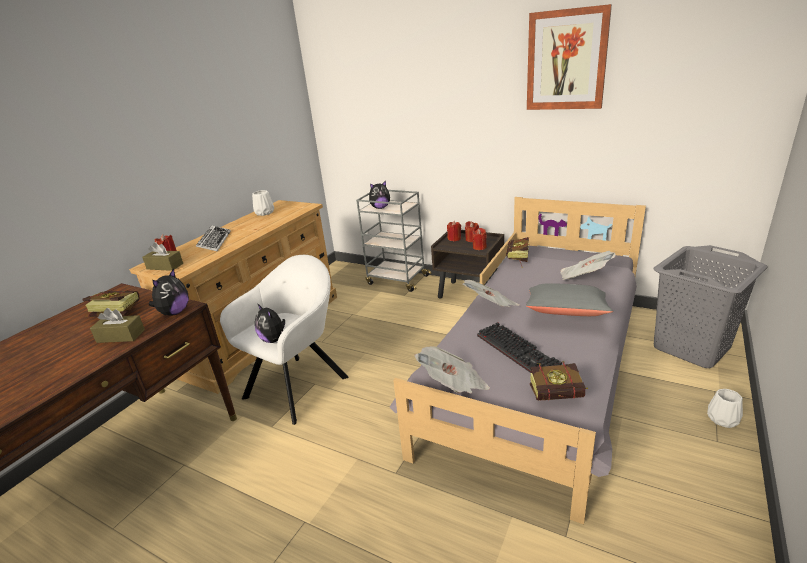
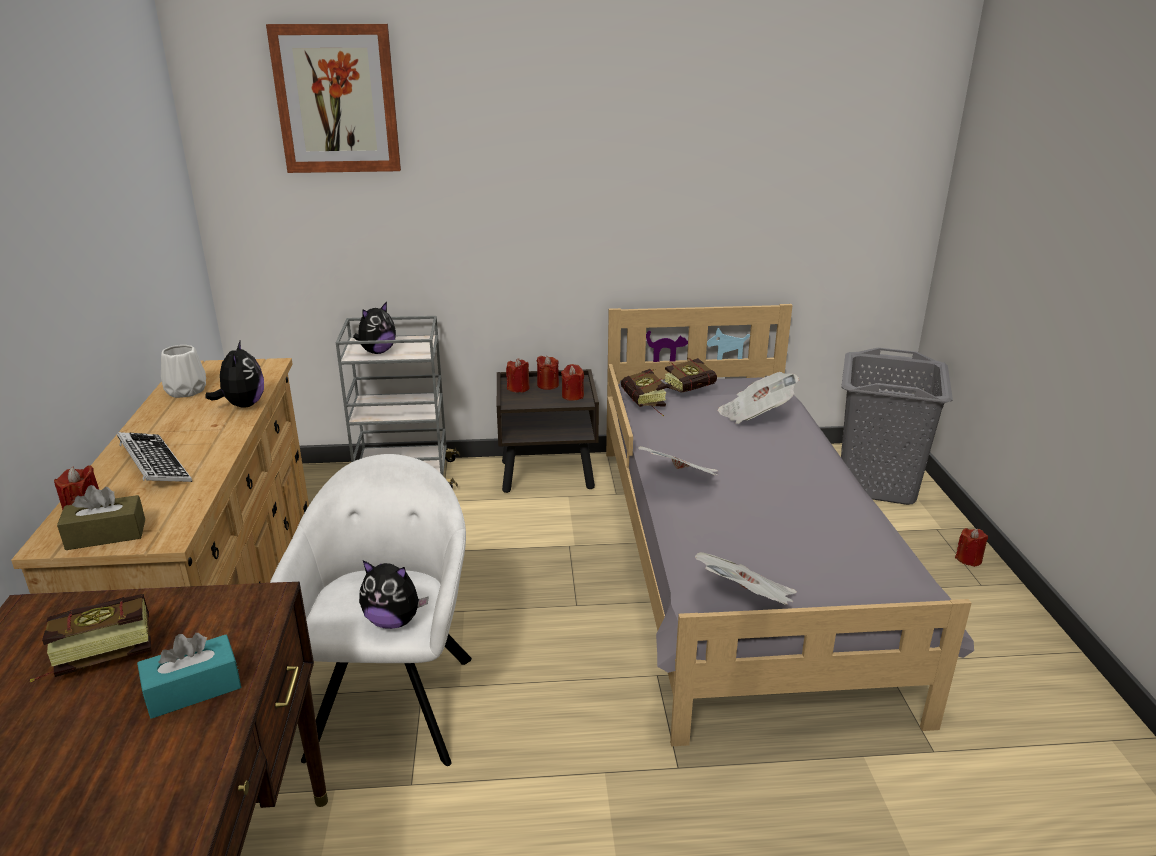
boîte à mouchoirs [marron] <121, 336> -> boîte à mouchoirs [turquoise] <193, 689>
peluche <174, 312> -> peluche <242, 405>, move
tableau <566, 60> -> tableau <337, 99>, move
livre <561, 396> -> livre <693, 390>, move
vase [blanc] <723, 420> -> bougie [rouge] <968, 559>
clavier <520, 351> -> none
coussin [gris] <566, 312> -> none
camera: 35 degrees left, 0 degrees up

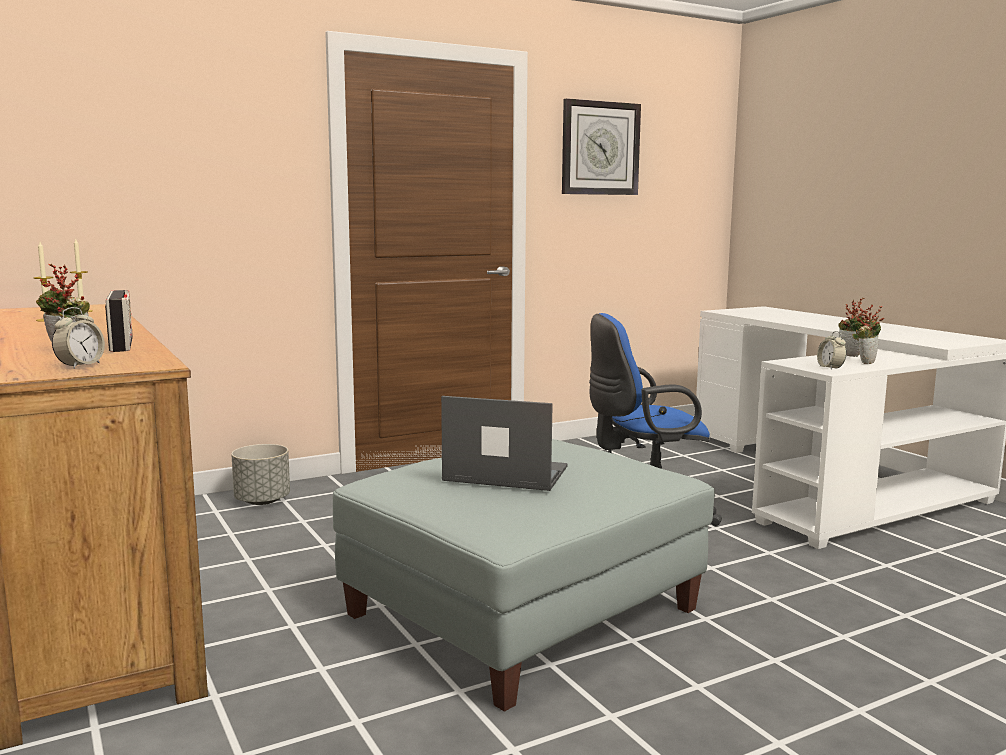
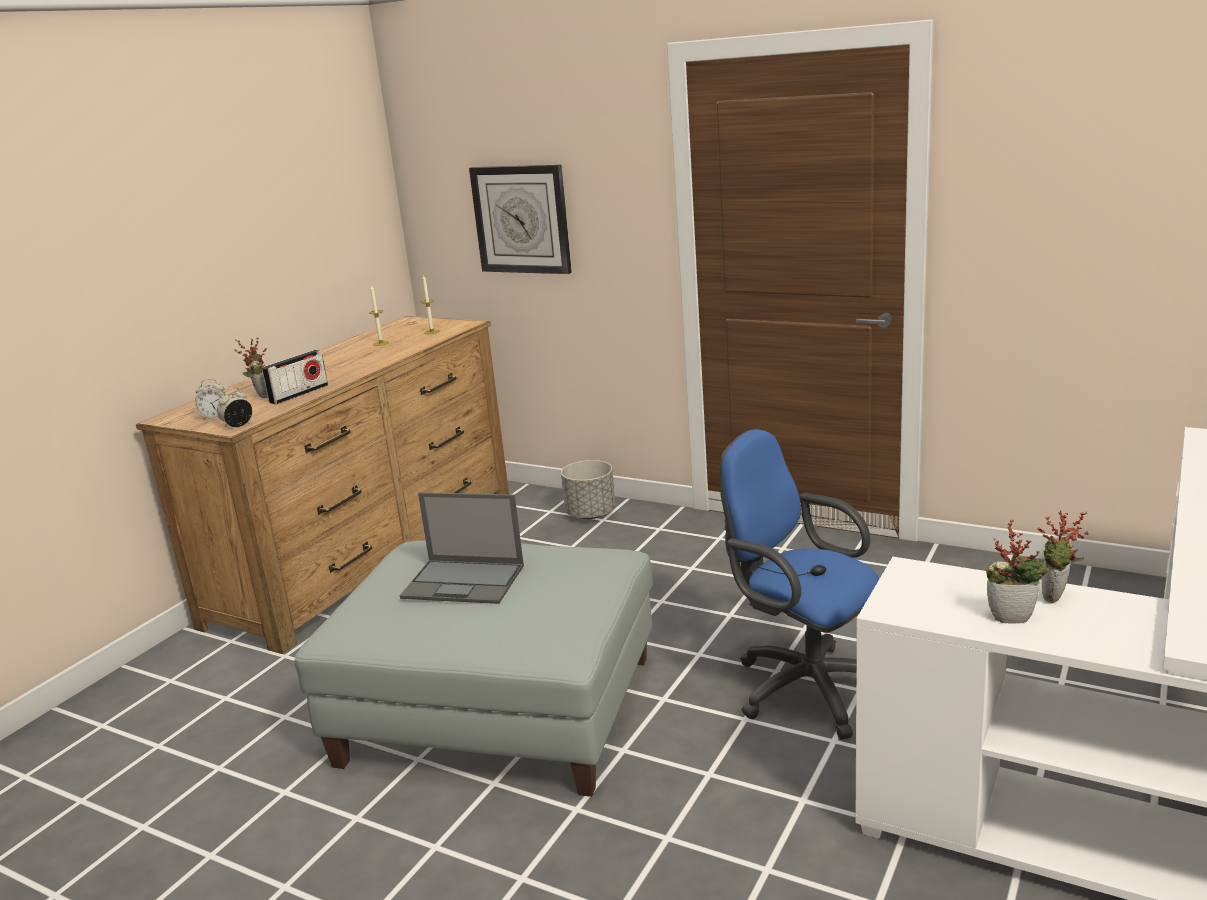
réveil <830, 368> -> réveil <238, 425>, move
ordinateur portable <504, 473> -> ordinateur portable <465, 581>, 120 degrees clockwise
horloge murale <600, 148> -> horloge murale <521, 219>, move
camera: 60 degrees right, 10 degrees up

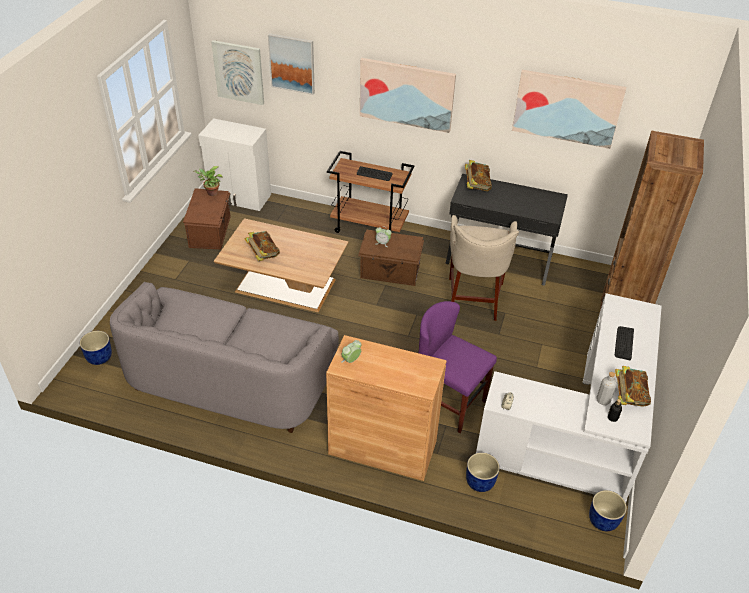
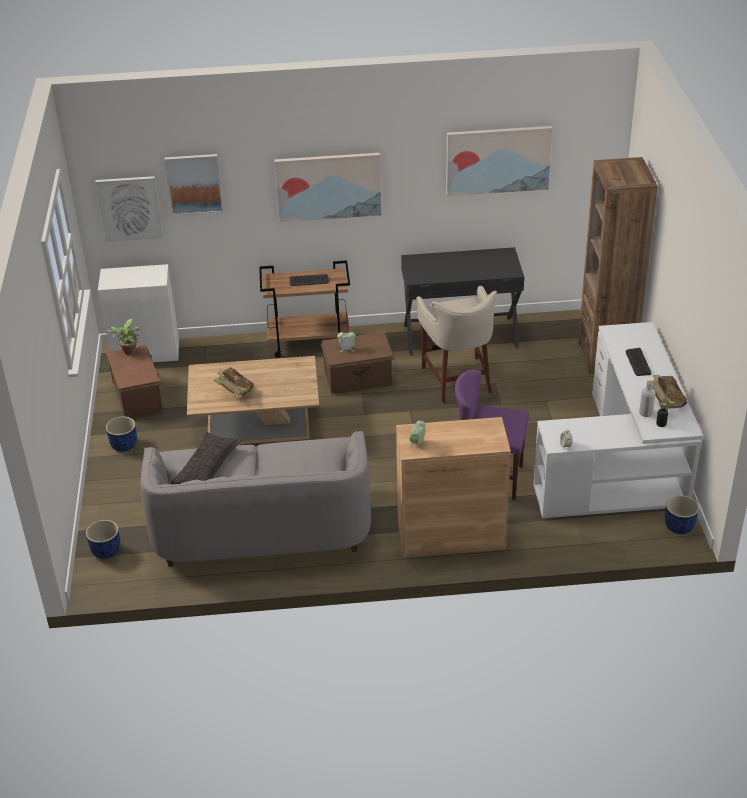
cache-pot [bleu] <479, 481> -> cache-pot [bleu] <124, 445>, move
none -> coussin <207, 466>
livre <476, 186> -> none
camera: 20 degrees left, 5 degrees down

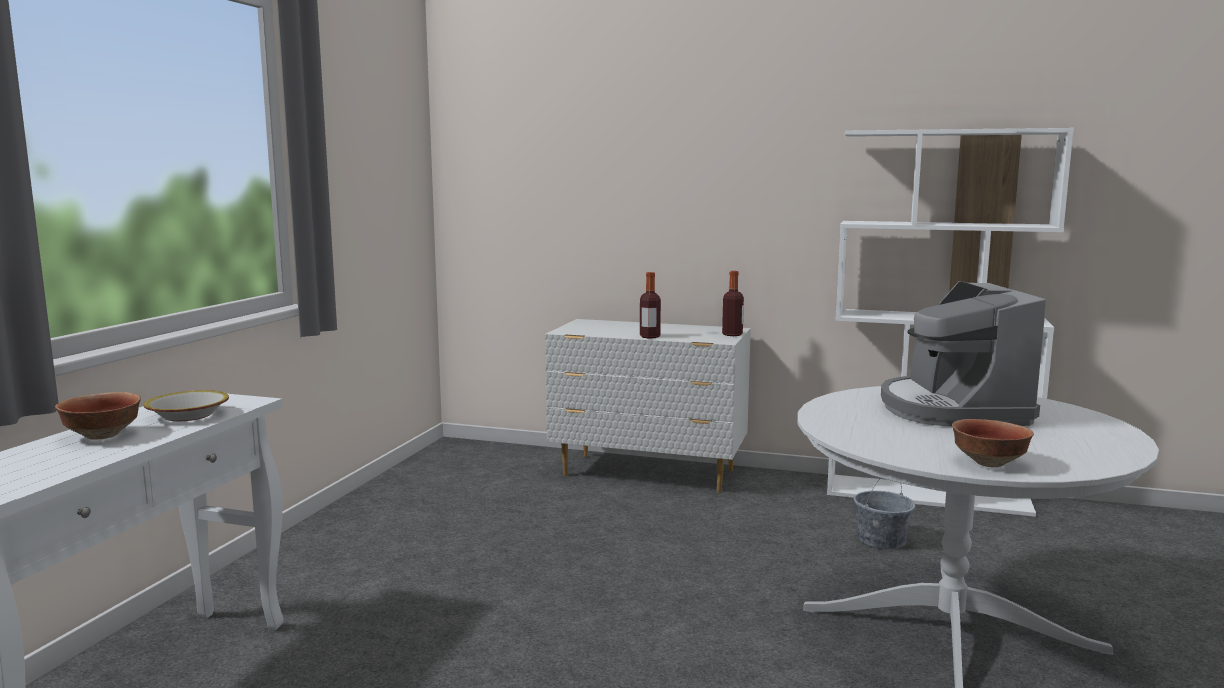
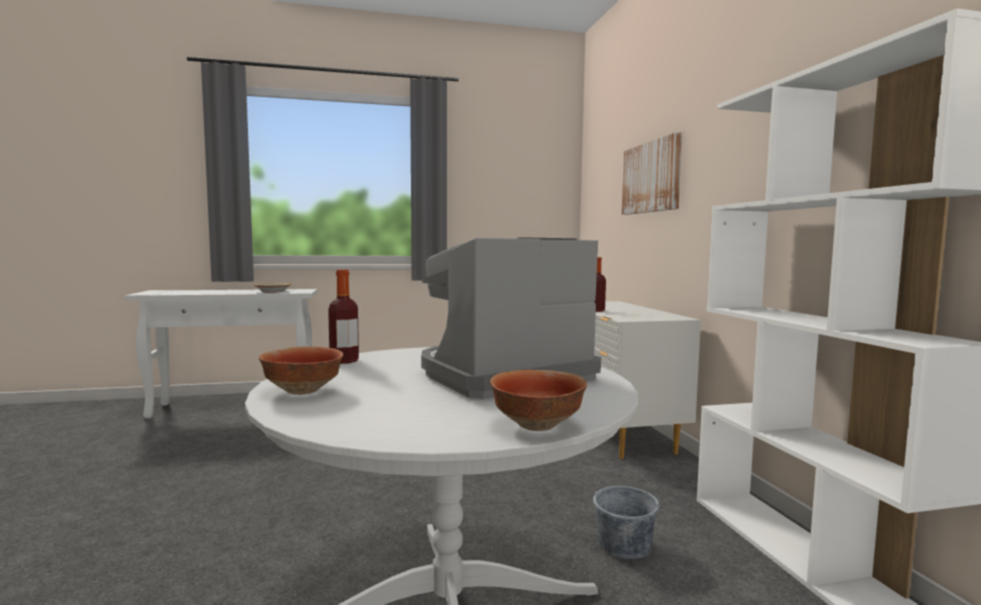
bouteille <732, 334> -> bouteille <344, 361>, move
bol <104, 435> -> bol <538, 426>, move
none -> tableau <651, 177>
camera: 60 degrees right, 5 degrees down

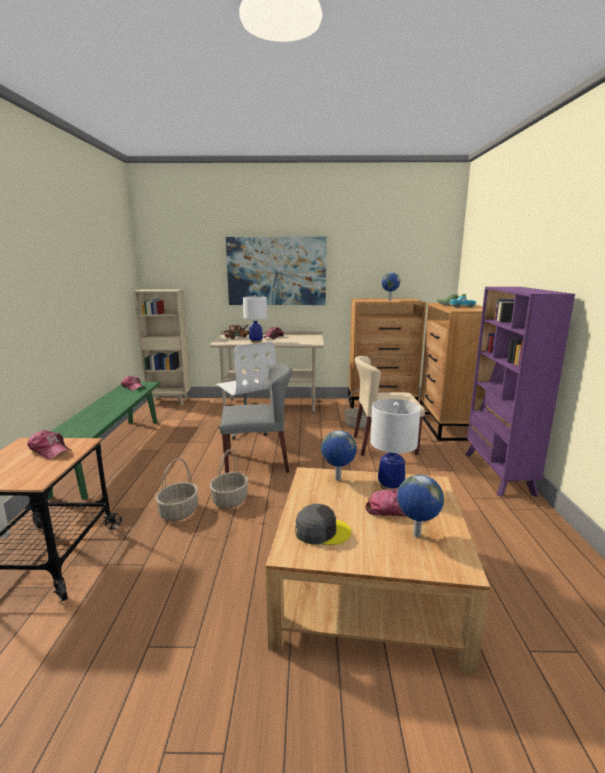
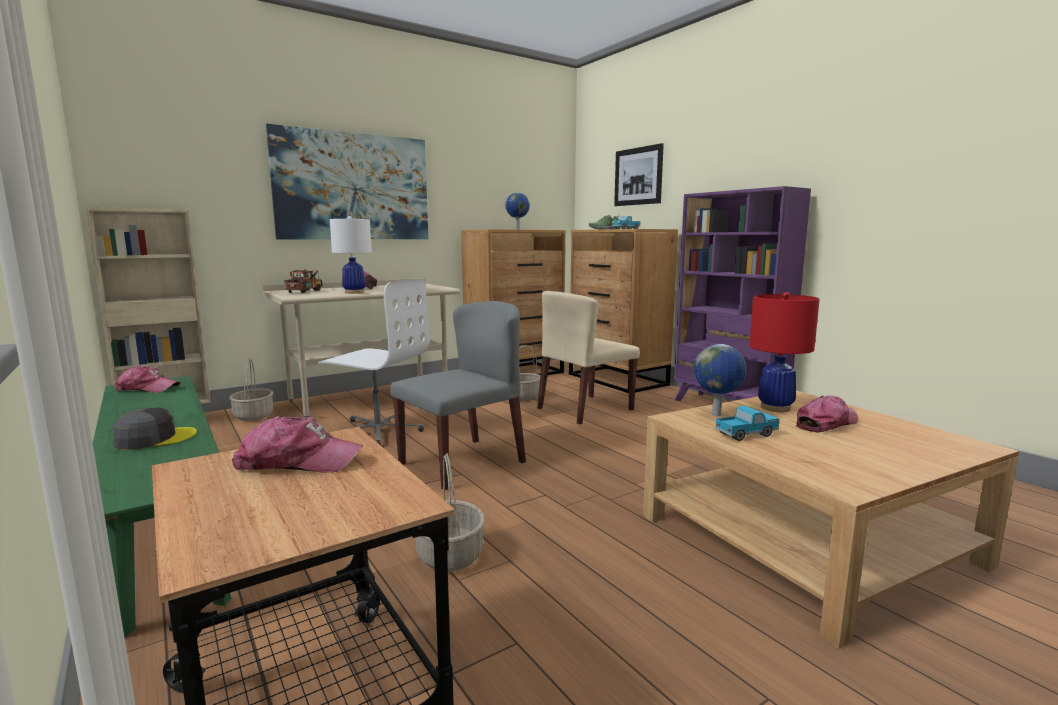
casquette [gris] <321, 531> -> casquette [gris] <154, 438>, move
panier <230, 500> -> panier <253, 416>, move
none -> tableau <638, 176>
none -> camion jouet <746, 434>
lampe de table [blanc] <390, 486> -> lampe de table [rouge] <775, 408>
globe <416, 535> -> none
camera: 35 degrees left, 5 degrees down

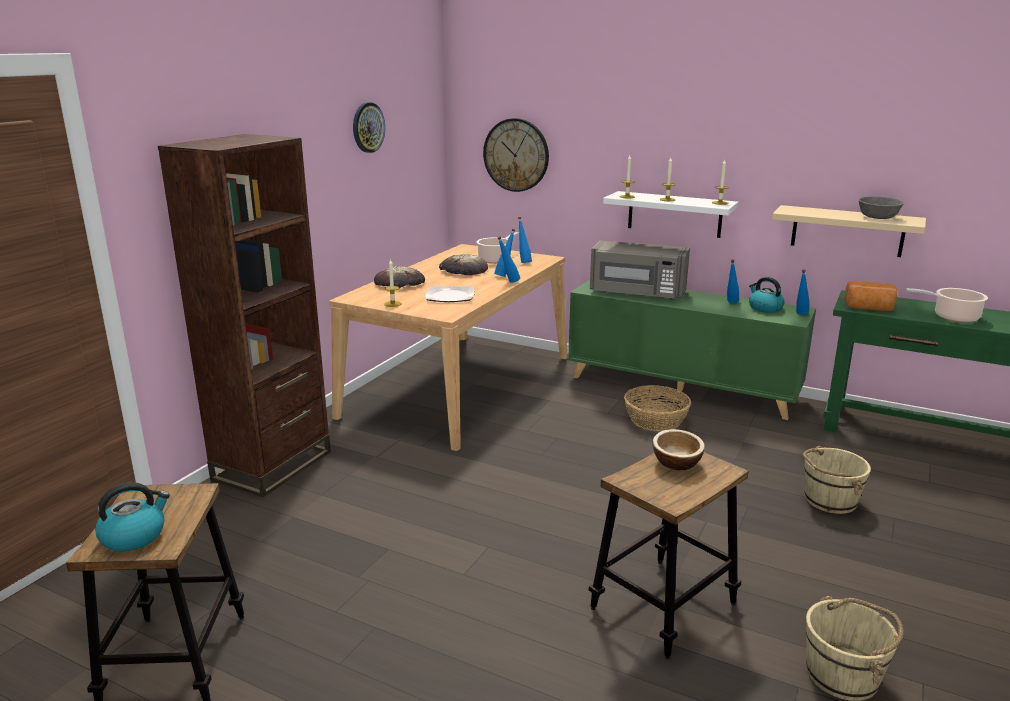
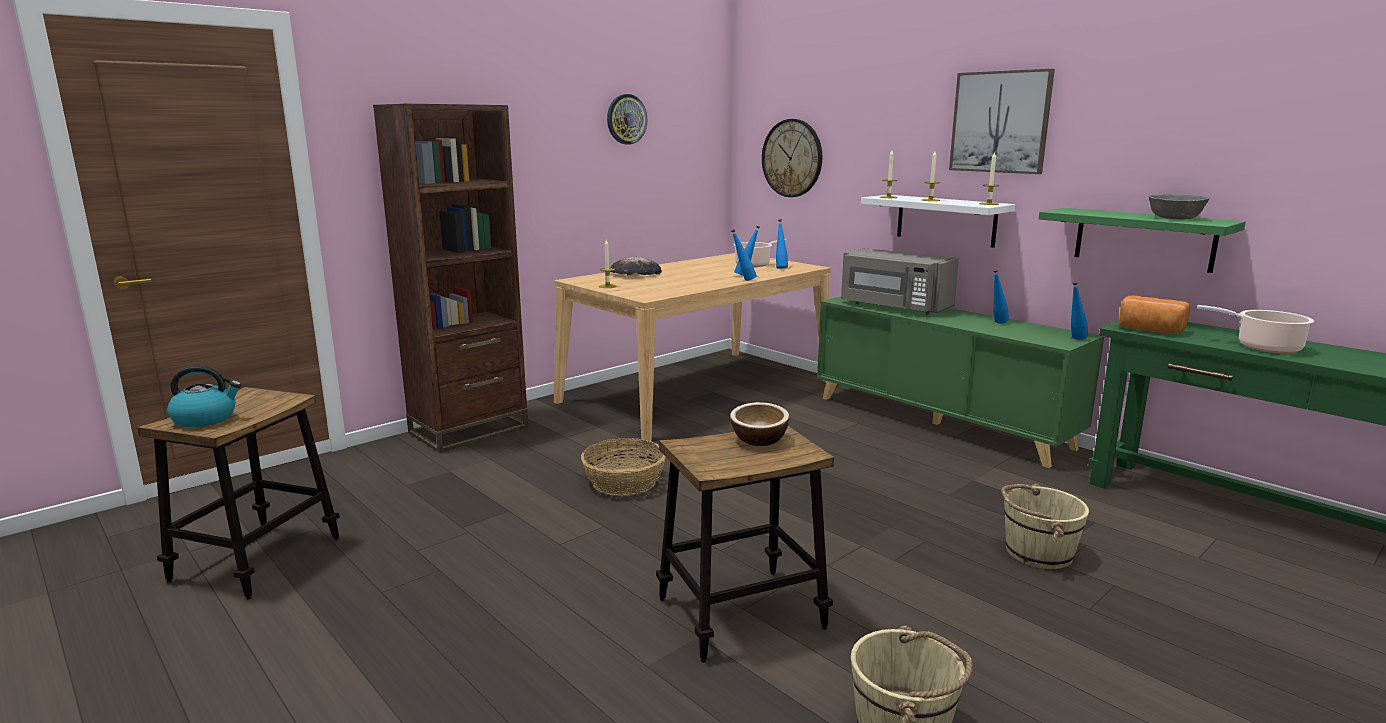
panier <655, 420> -> panier <623, 482>, move
none -> tableau <1000, 122>
étagère [beige] <847, 231> -> étagère [vert] <1143, 239>
assiette <450, 296> -> none
pain <463, 270> -> none
bouilloire <764, 308> -> none
camera: 20 degrees right, 5 degrees down

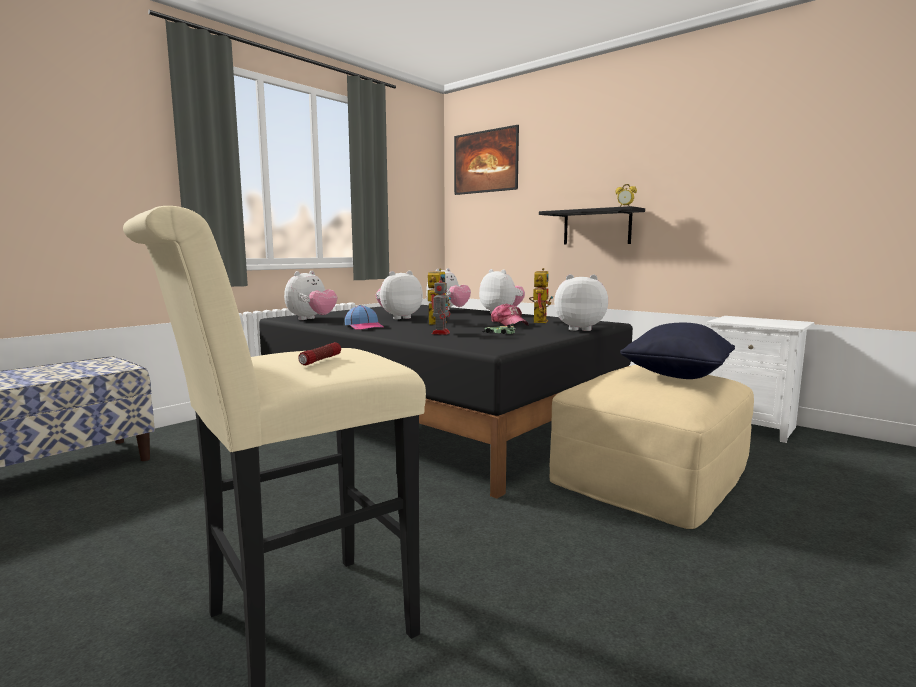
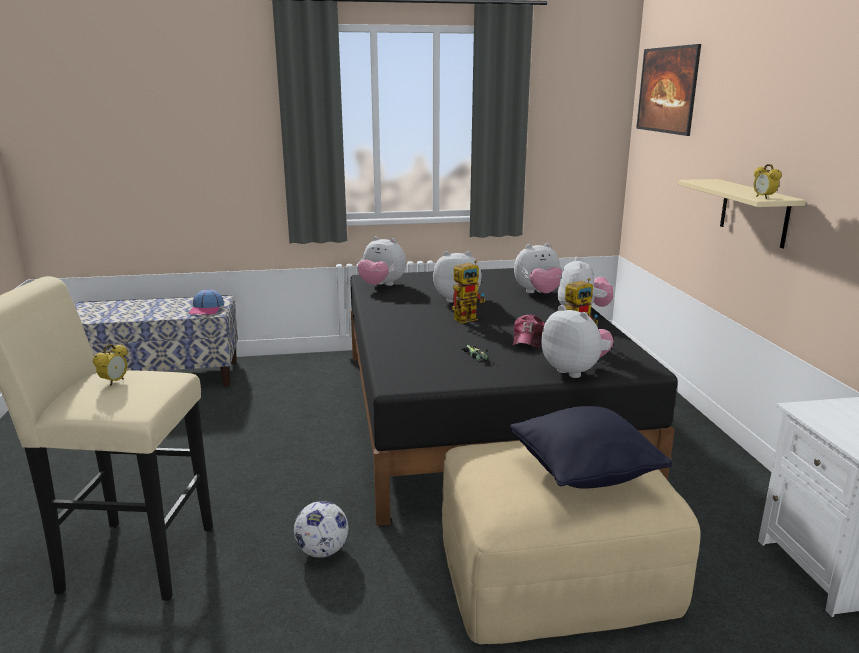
none -> réveil <114, 382>
casquette <364, 327> -> casquette <206, 309>, move
none -> ballon de foot <322, 551>
peluche <311, 319> -> peluche <381, 286>, 45 degrees clockwise
étagère [noir] <596, 227> -> étagère [beige] <754, 212>
lampe de poche <320, 360> -> none
robot jouet <441, 333> -> none
camera: 40 degrees right, 10 degrees up

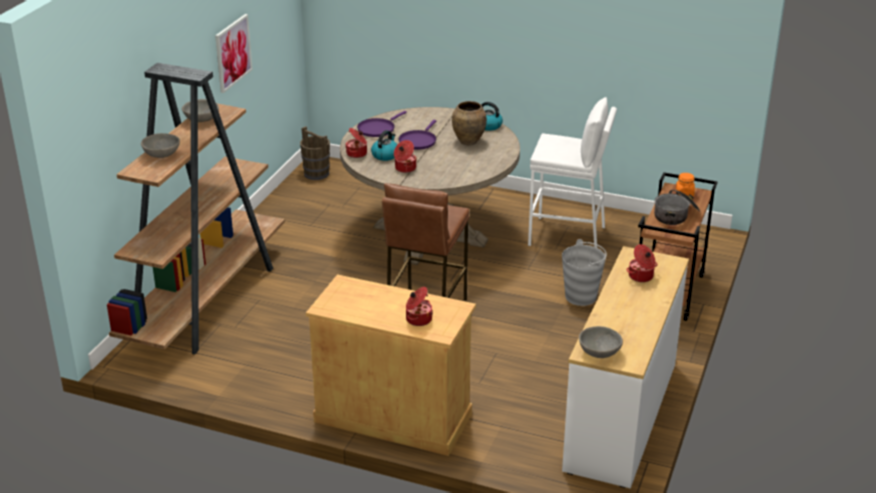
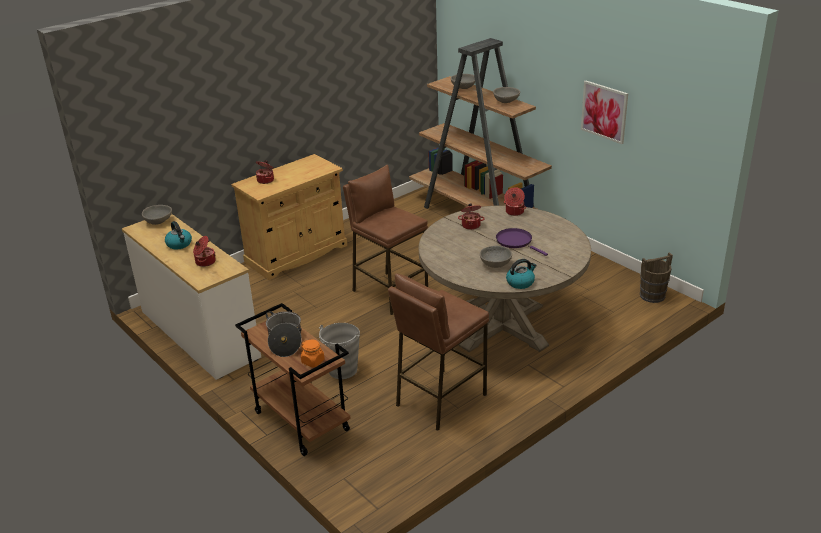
bouilloire <385, 155> -> bouilloire <179, 244>, move
tabouret [blanc] <567, 236> -> tabouret [marron] <440, 399>
vase [marron] <468, 141> -> bol [gris] <495, 264>
poêle [violet] <377, 129> -> none
camera: 120 degrees right, 0 degrees up

